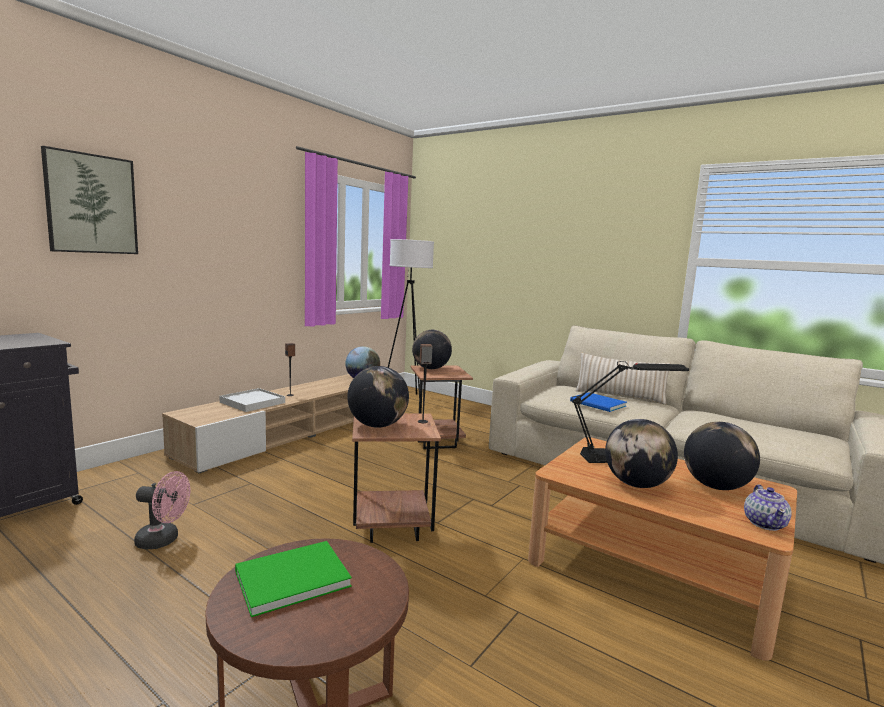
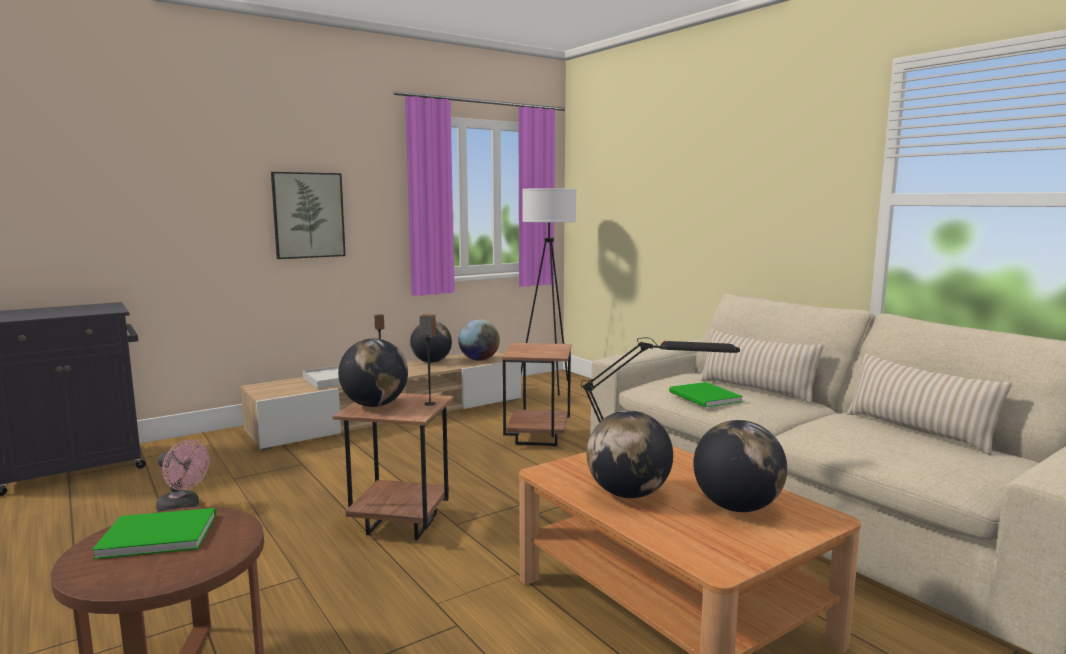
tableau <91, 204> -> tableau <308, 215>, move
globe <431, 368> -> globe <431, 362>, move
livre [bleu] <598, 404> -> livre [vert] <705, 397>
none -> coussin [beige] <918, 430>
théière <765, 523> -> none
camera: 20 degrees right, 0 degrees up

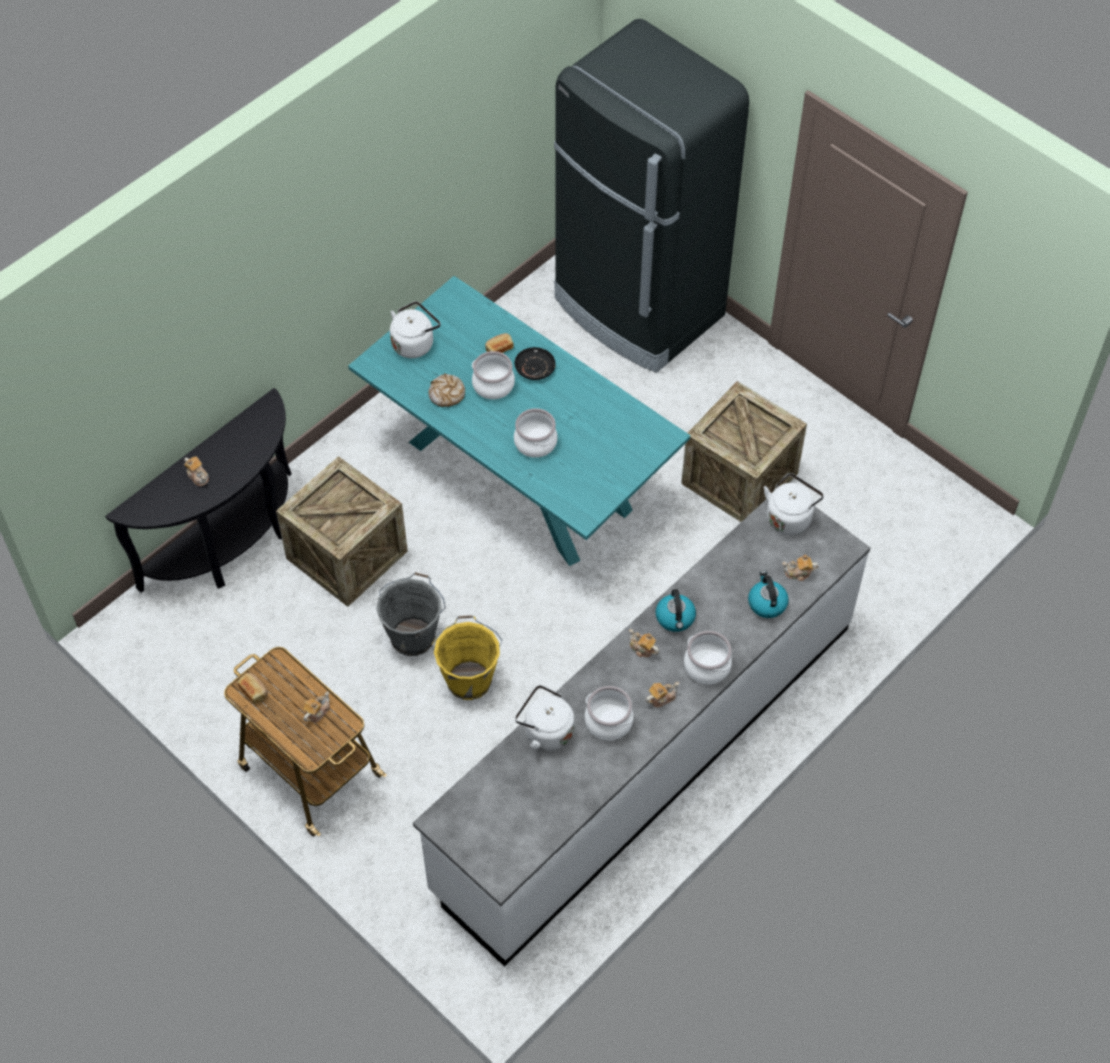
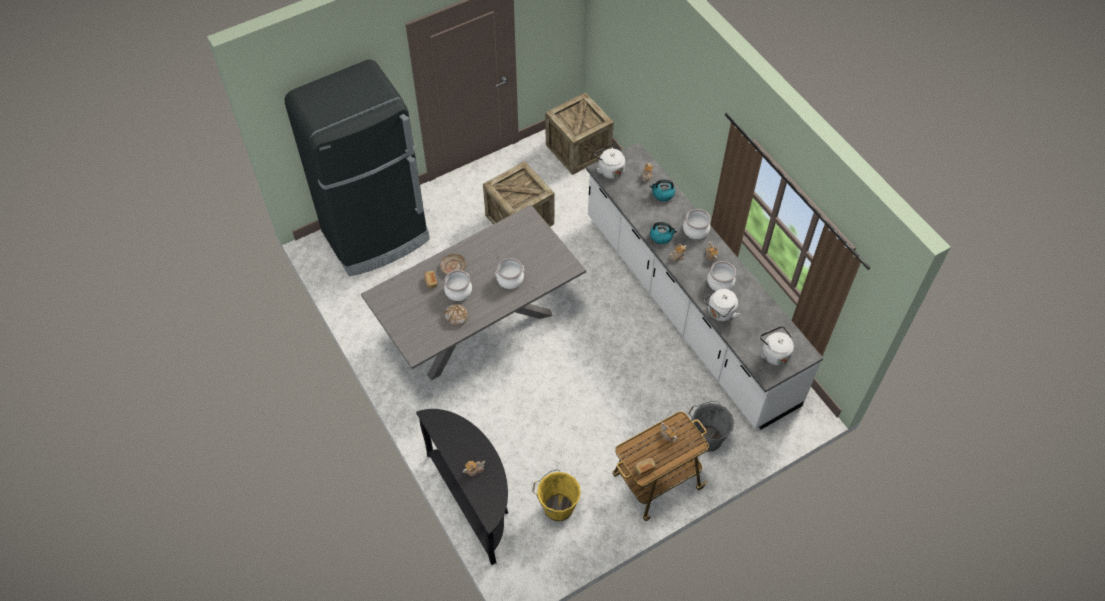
table à manger [turquoise] <520, 475> -> table à manger [gris] <478, 325>
assiette [noir] <534, 367> -> assiette [beige] <453, 267>
seau [jaune] <469, 678> -> seau [jaune] <557, 507>, move
caisse <347, 555> -> caisse <578, 149>, move
seau [gris] <413, 635> -> seau [gris] <706, 438>, move
bouilloire [blanc] <414, 343> -> bouilloire [blanc] <774, 353>, move
camera: 75 degrees left, 0 degrees up

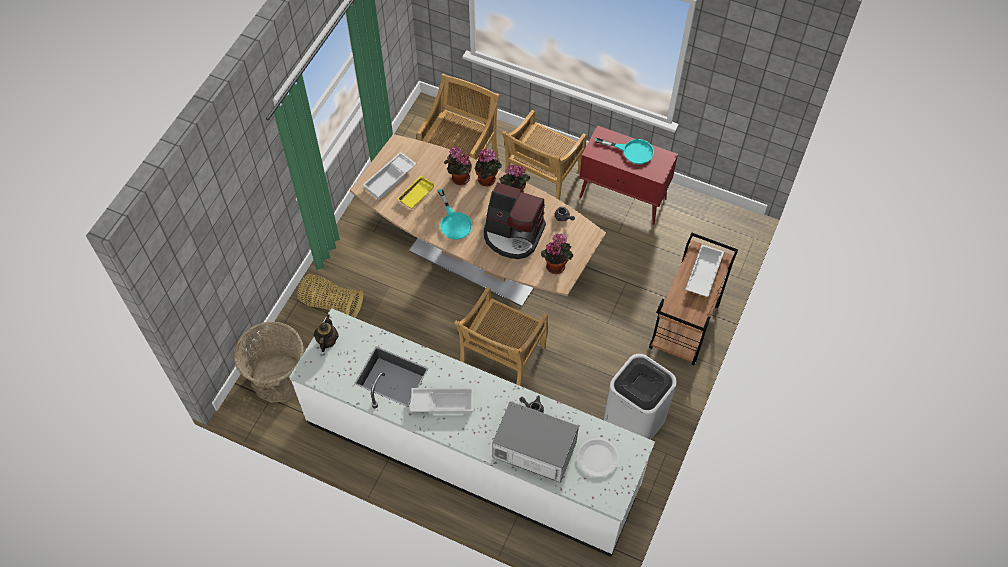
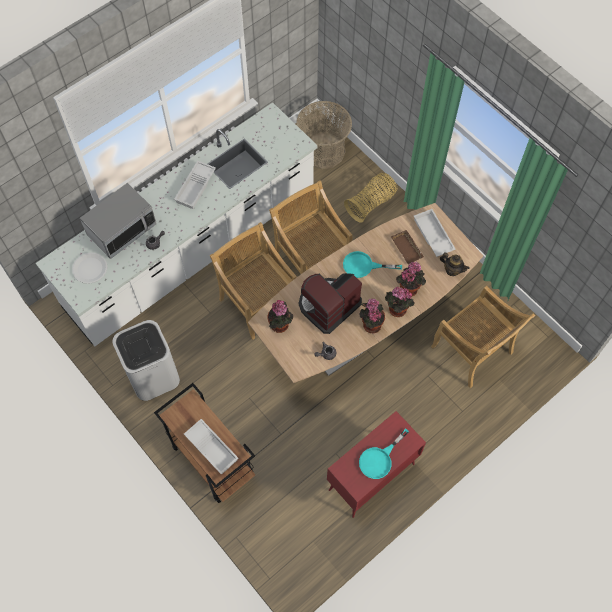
chaise [beige] <542, 183> -> chaise [beige] <311, 261>, move
plateau [jaune] <416, 193> -> plateau [marron] <408, 249>
théière <327, 341> -> théière <452, 270>, move
camera: 115 degrees right, 5 degrees up

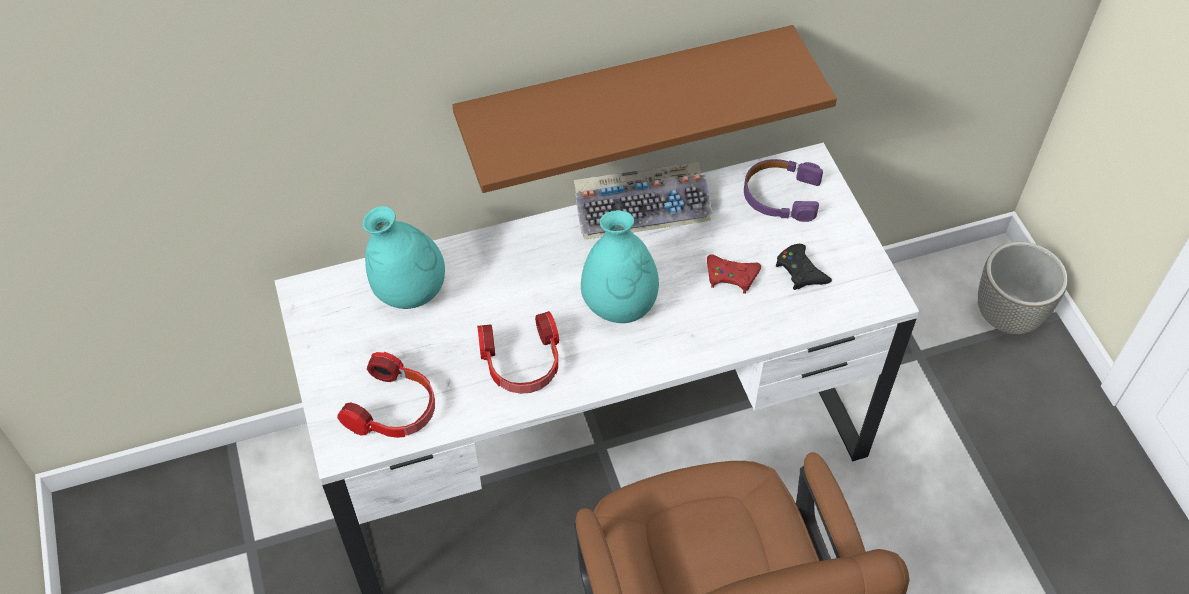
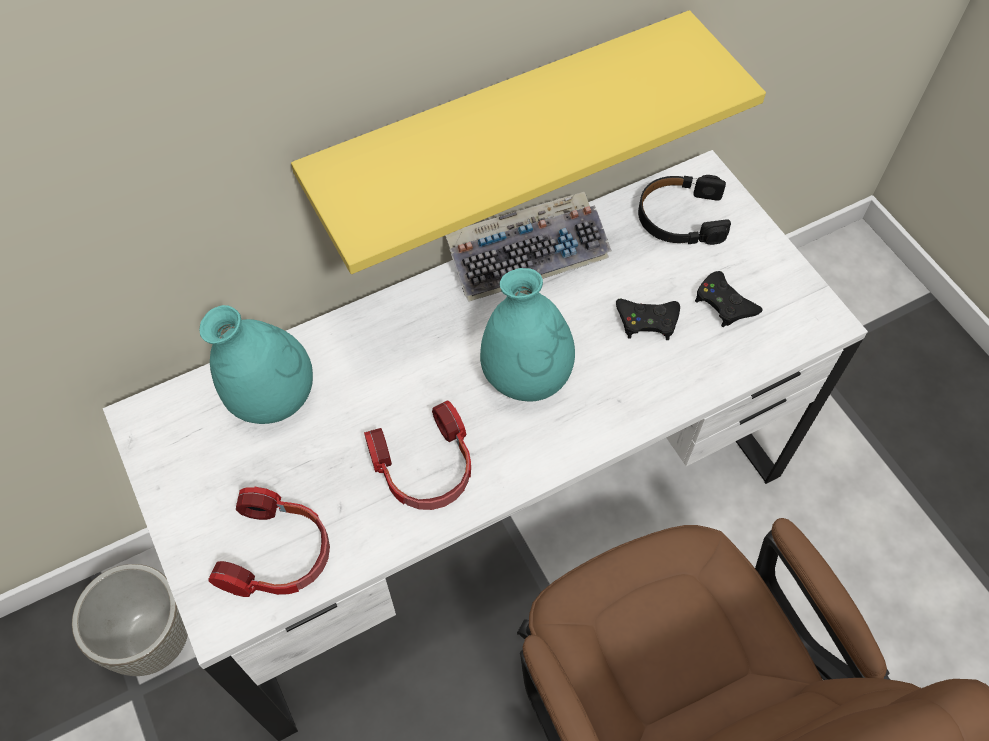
cache-pot [gris] <1007, 316> -> cache-pot [gris] <152, 640>, move
étagère [marron] <626, 97> -> étagère [jaune] <500, 126>
manette [rouge] <731, 276> -> manette [noir] <647, 321>
casque audio [violet] <780, 196> -> casque audio [noir] <680, 218>
camera: 10 degrees left, 5 degrees up

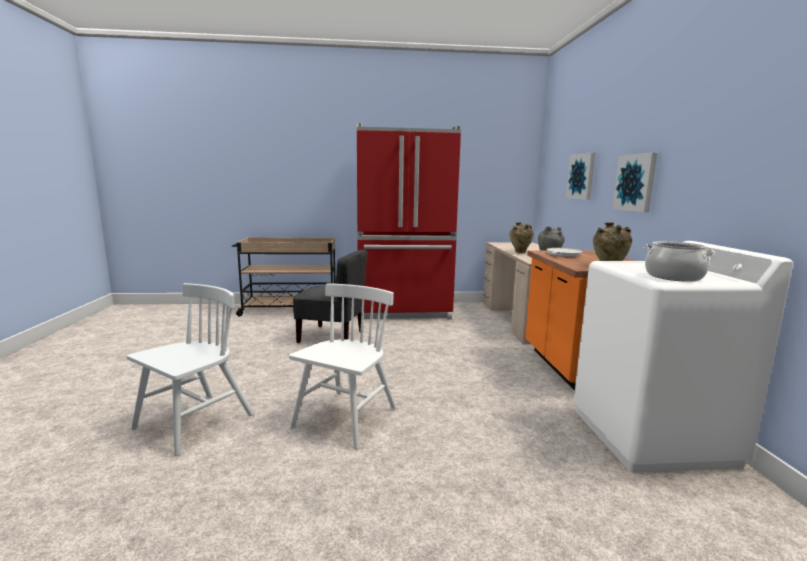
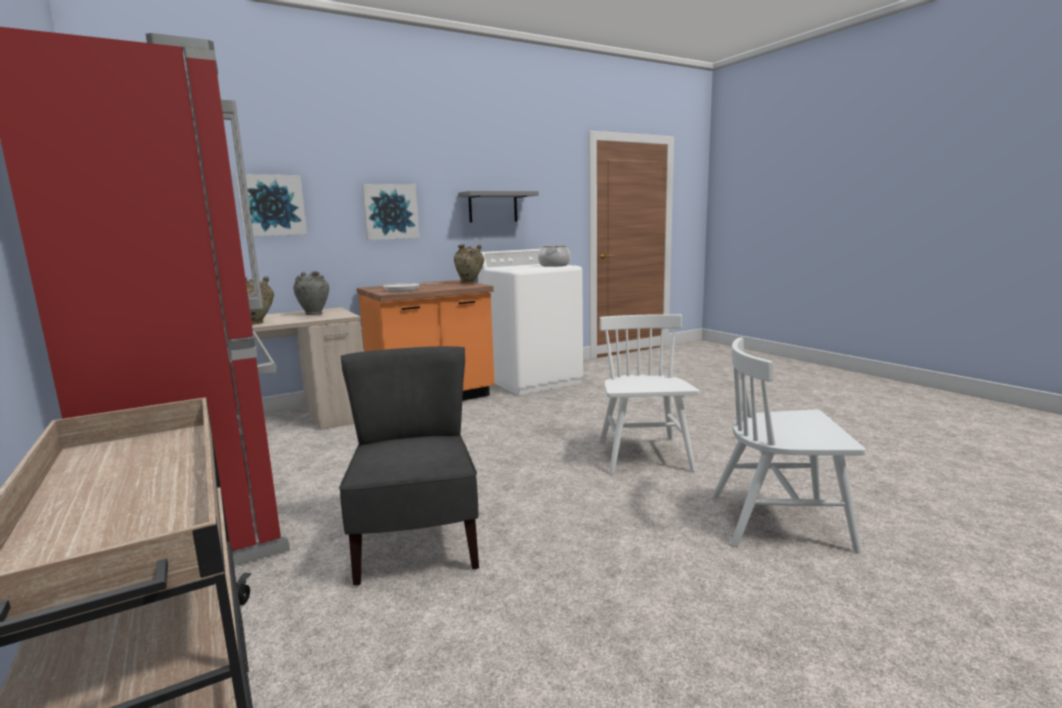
none -> étagère [gris] <493, 207>
chaise [blanc] <345, 418> -> chaise [blanc] <644, 455>, 90 degrees clockwise
camera: 115 degrees left, 0 degrees up

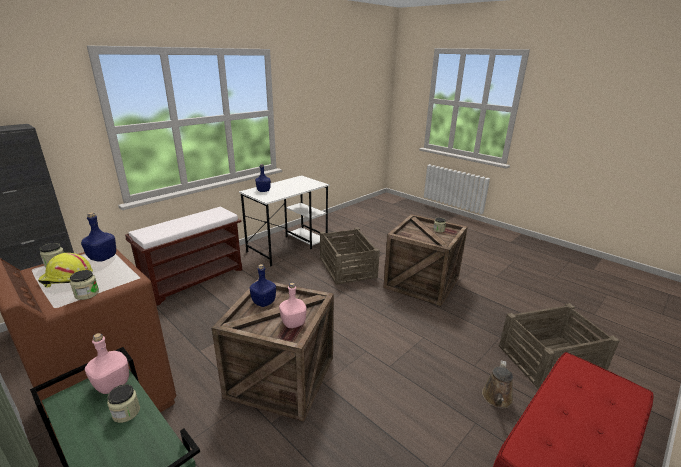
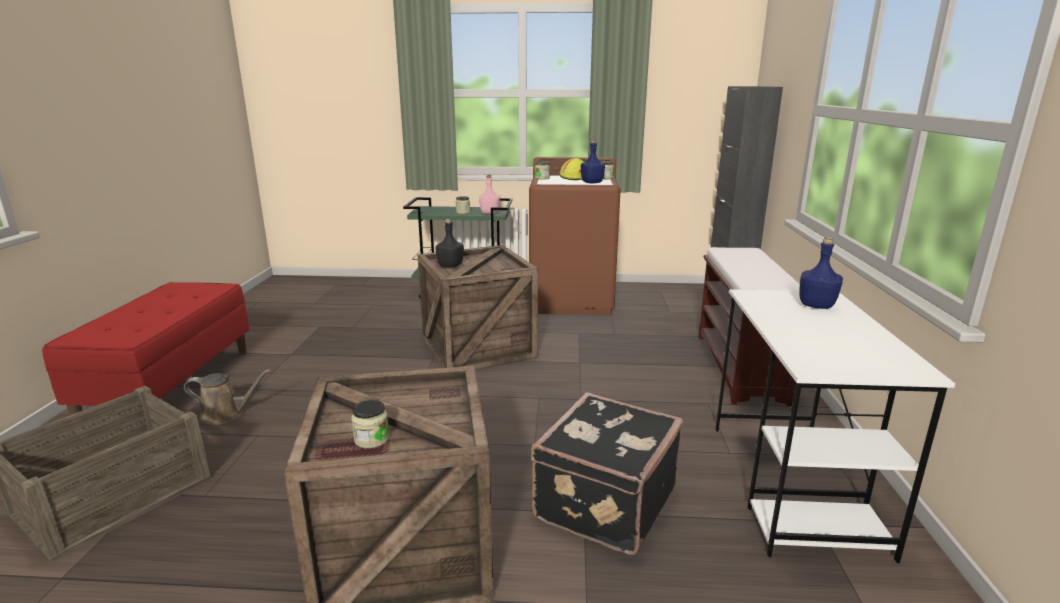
arrosoir [marron] <497, 399> -> arrosoir [marron] <226, 414>, 105 degrees clockwise
bouteille [rose] <293, 323> -> bouteille [noir] <450, 265>
caisse <347, 267> -> valise [noir] <603, 502>
bouteille [bleu] <263, 302> -> none
camera: 140 degrees right, 5 degrees down

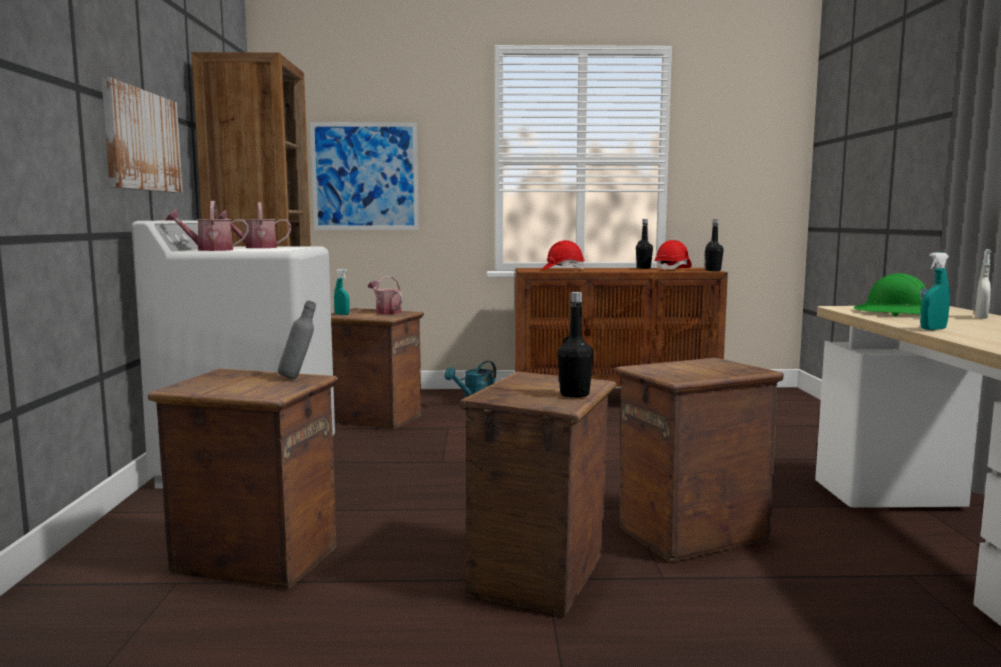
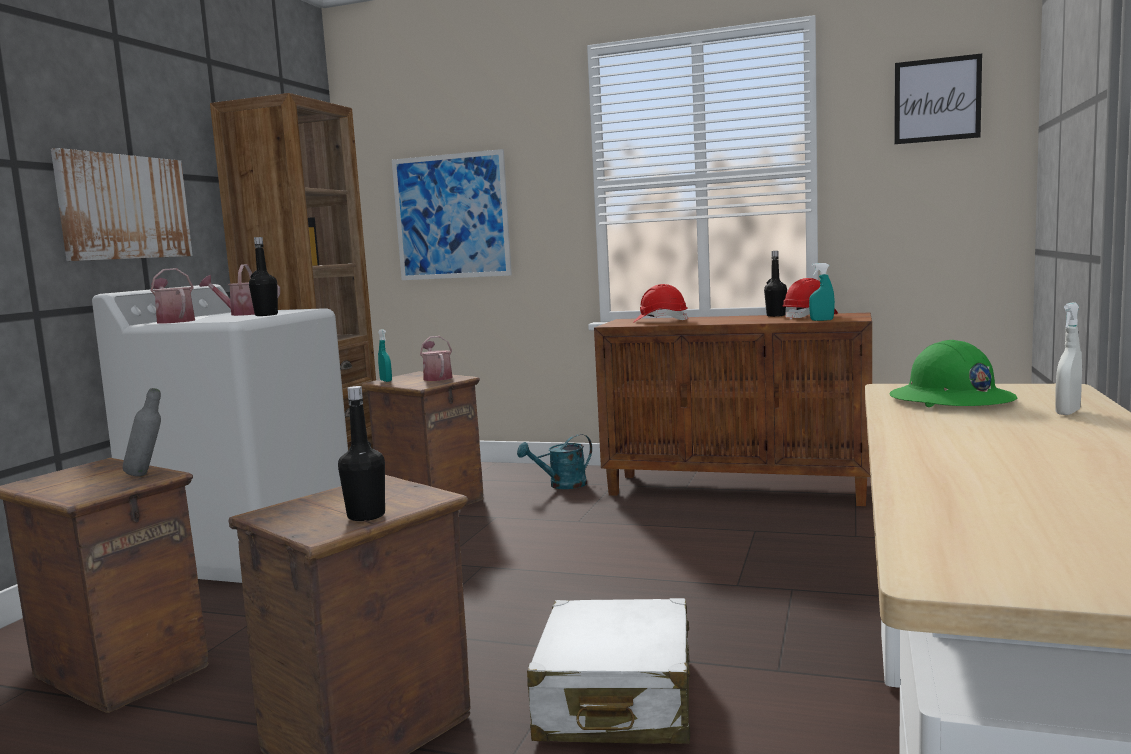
arrosoir <209, 250> -> arrosoir <174, 321>, 45 degrees clockwise
bouteille [noir] <713, 271> -> bouteille [noir] <266, 315>, move
caisse <691, 534> -> valise [blanc] <616, 700>
vaporisateur [turquoise] <933, 329> -> vaporisateur [turquoise] <822, 320>, move
none -> tableau <937, 100>
camera: 20 degrees right, 0 degrees up

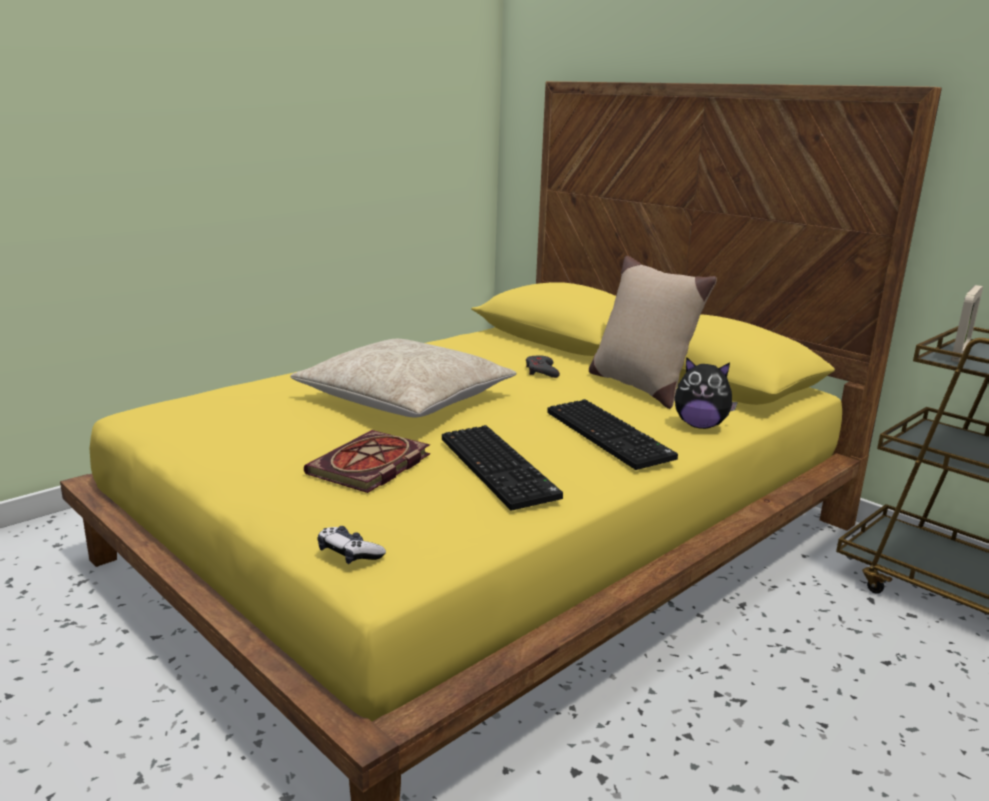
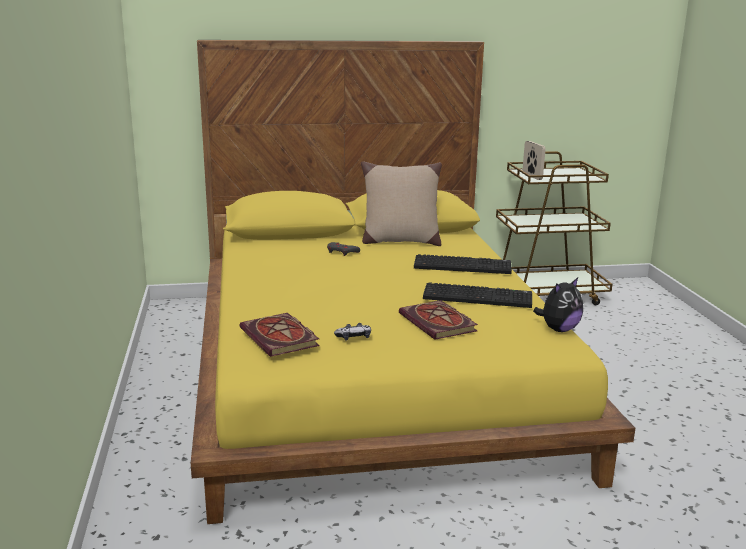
none -> livre <281, 338>
manette <349, 554> -> manette <353, 337>, move
peluche <700, 425> -> peluche <558, 329>, move
coussin [beige] <405, 399> -> none
camera: 55 degrees left, 0 degrees up

